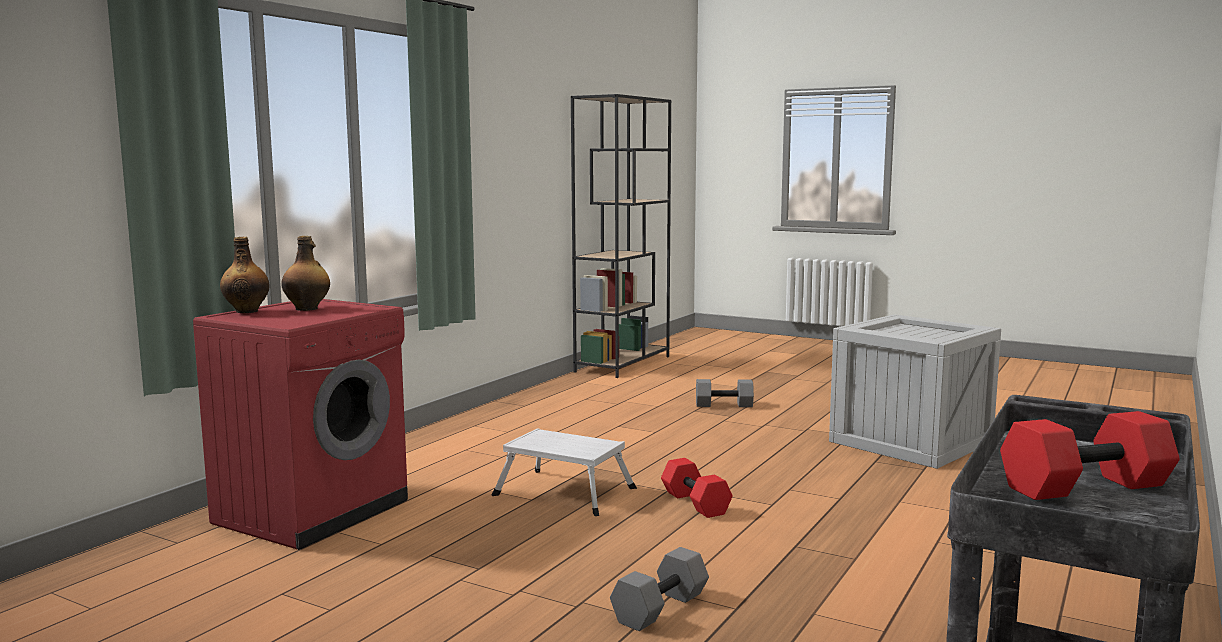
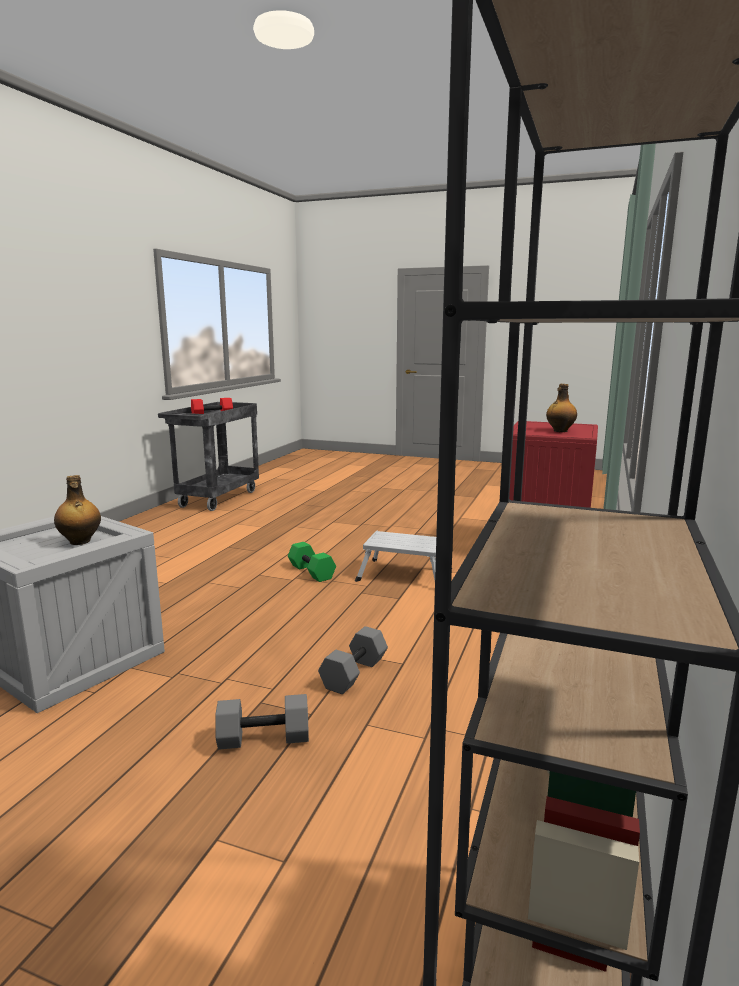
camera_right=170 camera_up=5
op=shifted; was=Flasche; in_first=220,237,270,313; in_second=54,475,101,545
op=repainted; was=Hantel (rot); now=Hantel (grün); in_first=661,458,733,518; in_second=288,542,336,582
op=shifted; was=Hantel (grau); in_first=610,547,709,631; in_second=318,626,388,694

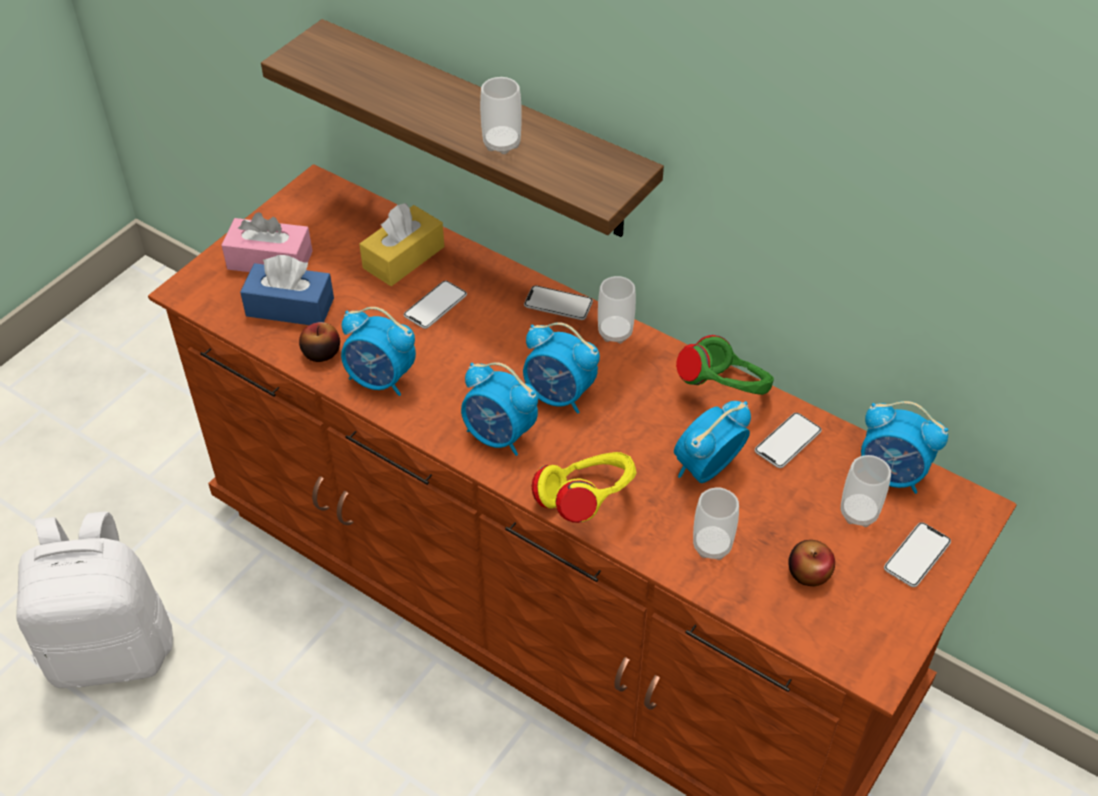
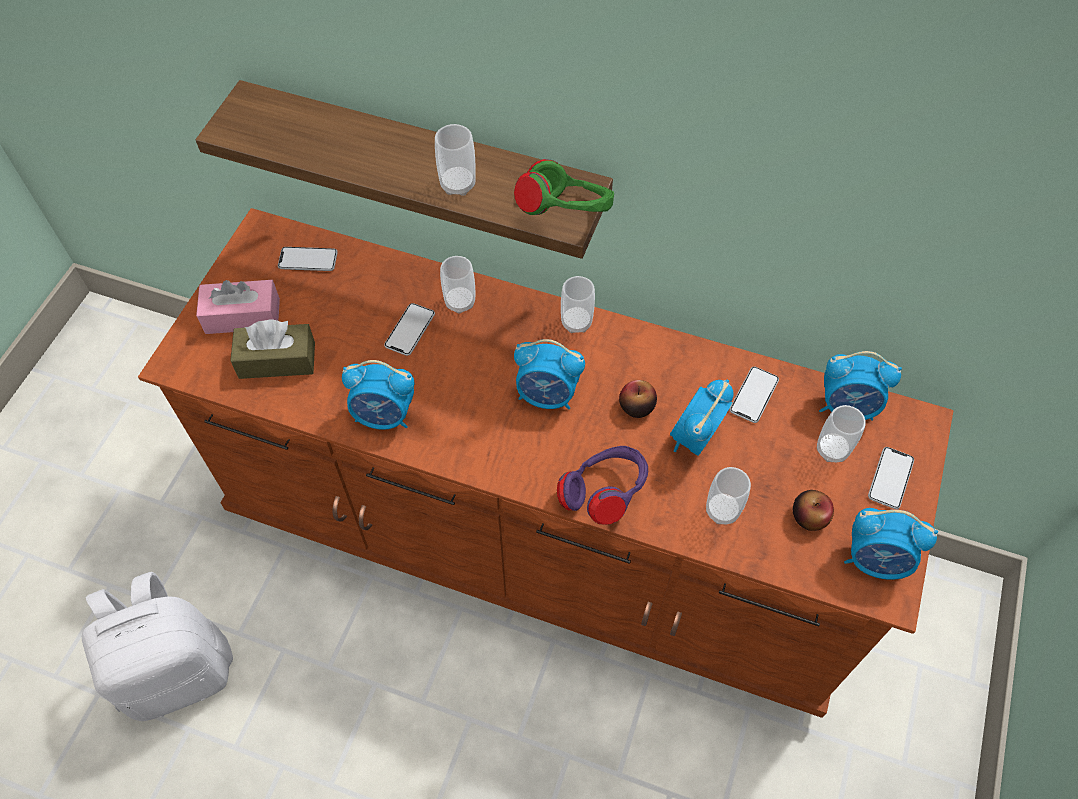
camera_right=-15 camera_up=10
op=repainted; was=Taschentuchbox (blau); now=Taschentuchbox (braun); in_first=240,255,334,325; in_second=230,319,315,379
op=shifted; was=Handy; in_first=524,285,593,320; in_second=278,247,338,271
op=new; now=Tasse; in_second=440,256,475,314
op=shifted; was=Kopfhörer (grün); in_first=676,335,774,395; in_second=514,159,614,215
op=repainted; was=Kopfhörer (gelb); now=Kopfhörer (lila); in_first=532,452,637,523; in_second=557,446,648,525
op=shifted; was=Apfel; in_first=299,322,340,362; in_second=619,380,657,418
op=shifted; was=Wecker; in_first=461,362,538,456; in_second=844,508,938,580
op=gone; was=Taschentuchbox (gelb); in_first=359,203,444,286

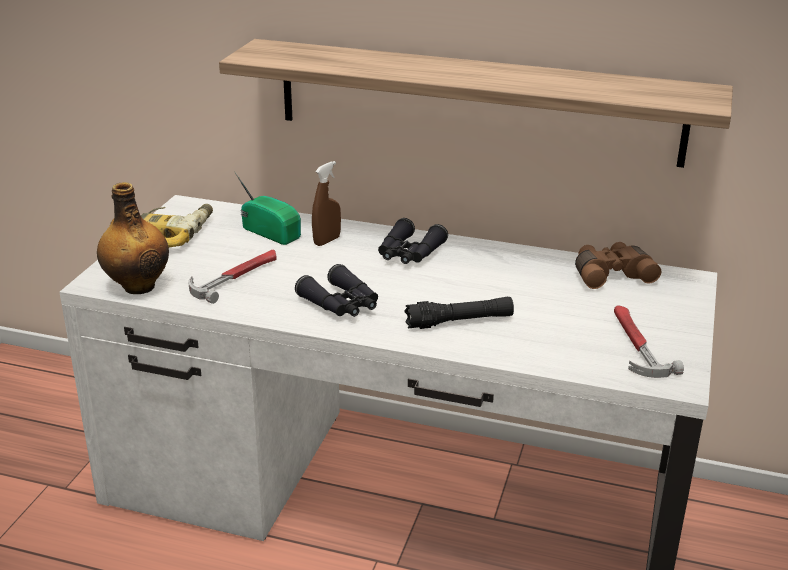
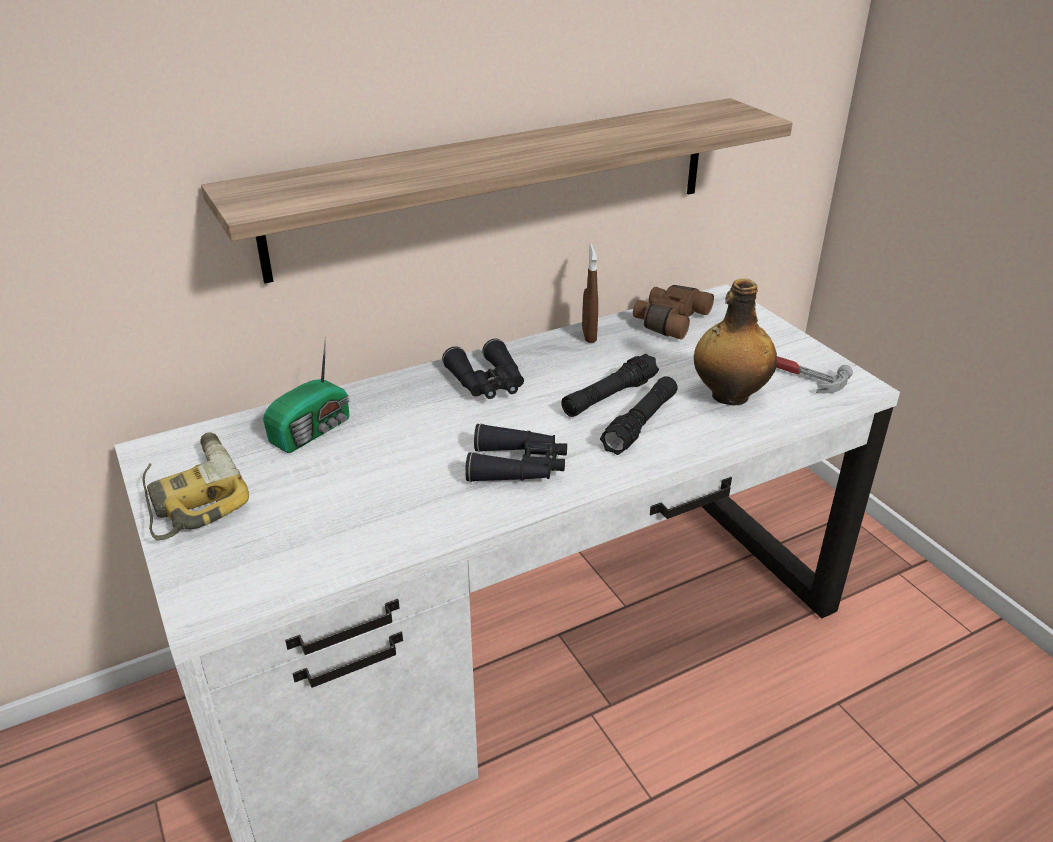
camera_right=-45 camera_up=5
op=rotated; was=Radio; in_first=234,171,301,245; in_second=263,337,349,453; clockwise=135
op=new; now=Taschenlampe (schwarz); in_second=561,353,659,417
op=shifted; was=Sprühflasche (braun); in_first=312,161,341,246; in_second=582,244,598,343
op=shifted; was=Flasche; in_first=97,182,169,294; in_second=694,279,777,405
op=gone; was=Hammer; in_first=188,250,277,304

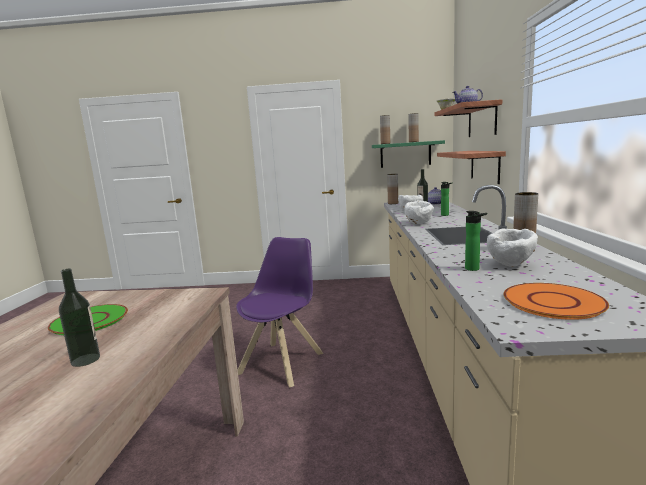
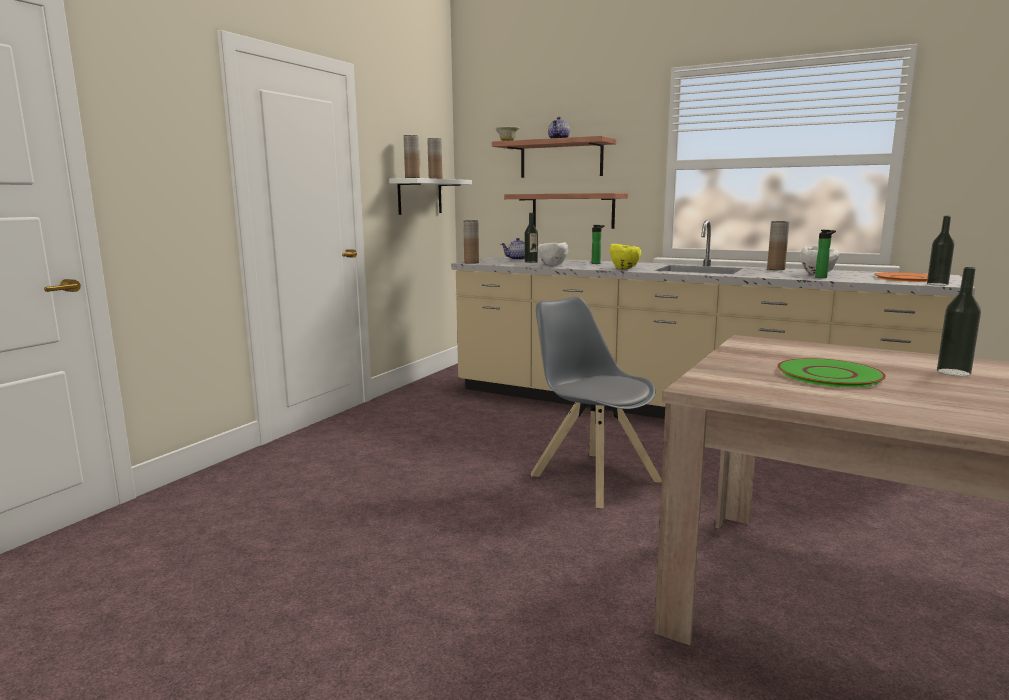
camera_right=-65 camera_up=0
op=repainted; was=Wandregal (grün); now=Wandregal (weiß); in_first=372,140,445,168; in_second=389,178,472,215
op=repainted; was=Stuhl (lila); now=Stuhl (grau); in_first=236,237,323,388; in_second=531,296,662,508
op=repainted; was=Schüssel (weiß); now=Schüssel (gelb); in_first=404,201,434,224; in_second=610,244,641,270
op=new; now=Flasche; in_second=927,216,955,286

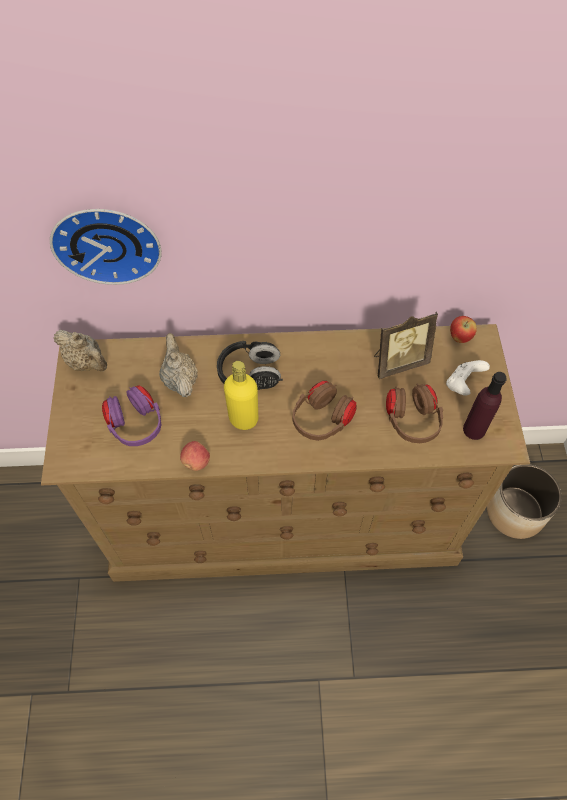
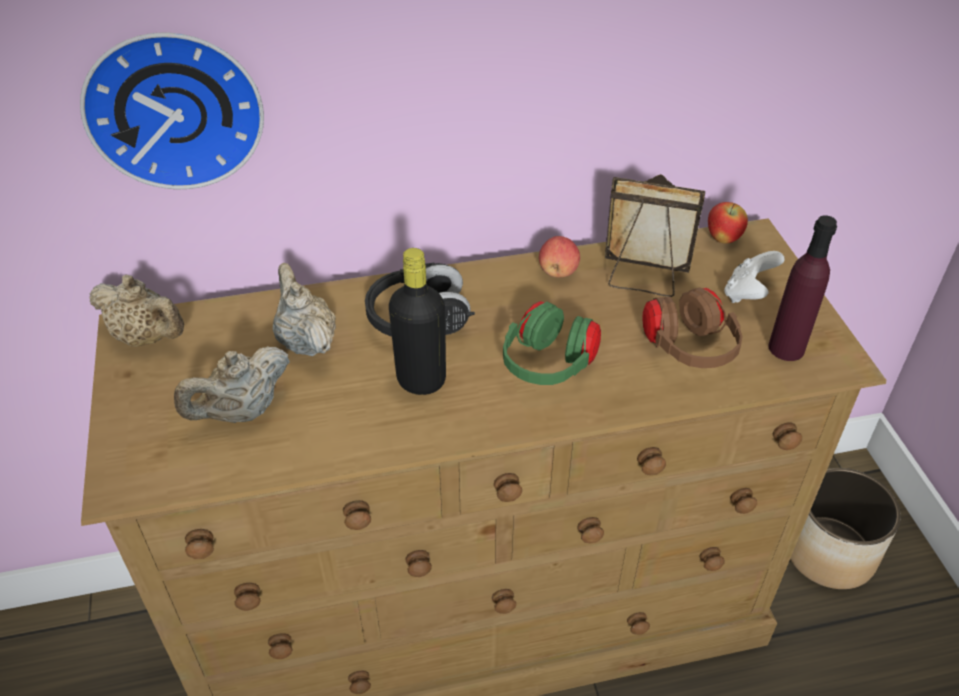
camera_right=-10 camera_up=-15
op=swapped; was=Kopfhörer (lila); now=Teekanne (beige); in_first=102,385,162,446; in_second=174,346,290,423
op=repainted; was=Flasche (gelb); now=Flasche (schwarz); in_first=224,361,258,430; in_second=389,248,446,395
op=repainted; was=Kopfhörer (braun); now=Kopfhörer (grün); in_first=293,381,357,441; in_second=503,301,601,385
op=shifted; was=Apfel; in_first=180,441,210,471; in_second=539,236,580,277
op=rotated; was=Bilderrahmen; in_first=374,312,438,379; in_second=605,174,705,297; clockwise=-135

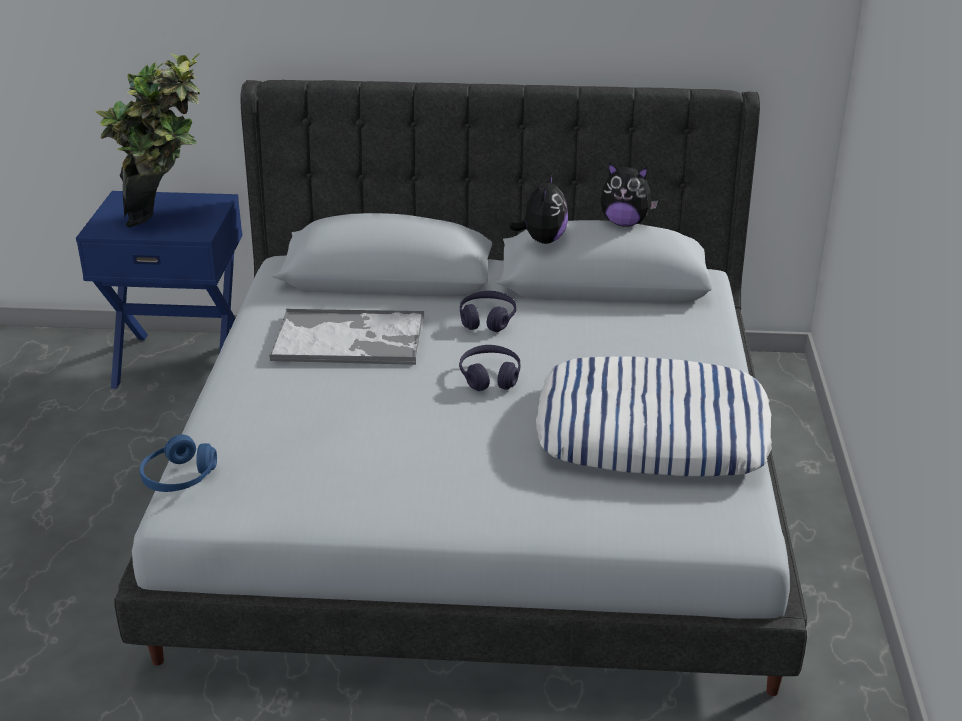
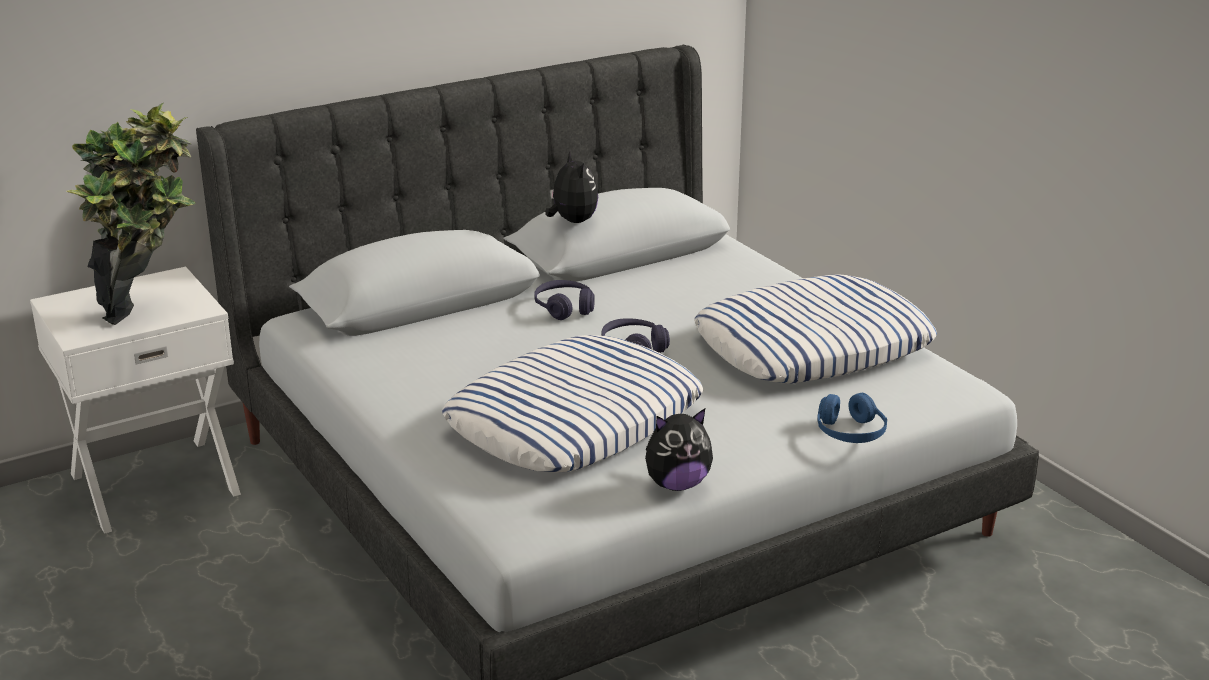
camera_right=-35 camera_up=-5
op=repainted; was=Nachttisch (blau); now=Nachttisch (weiß); in_first=76,191,243,389; in_second=30,267,241,534
op=new; now=Kissen; in_second=442,335,703,473
op=shifted; was=Plüschtier; in_first=601,163,658,227; in_second=645,408,713,491
op=shifted; was=Kopfhörer (blau); in_first=140,435,217,492; in_second=817,393,887,443
op=gone; was=Tablett; in_first=269,309,424,365

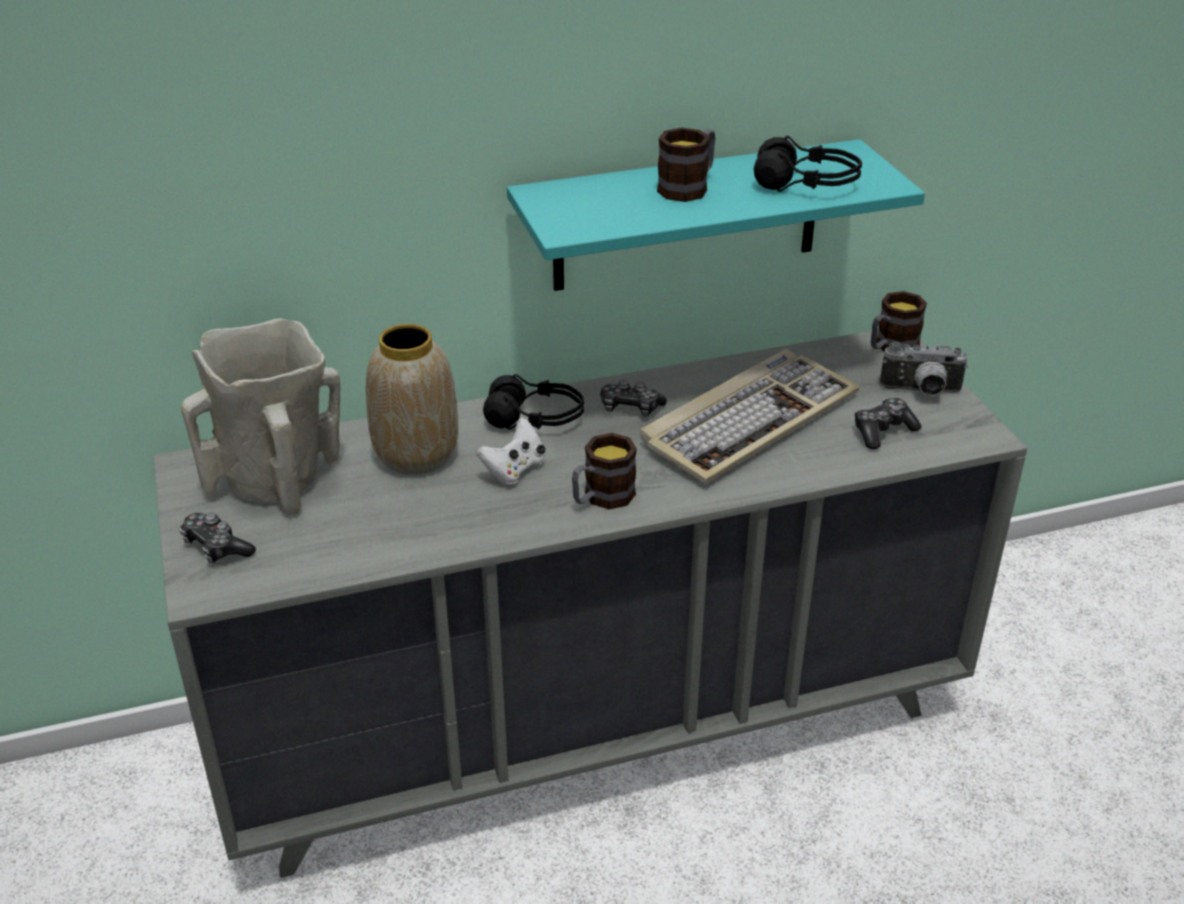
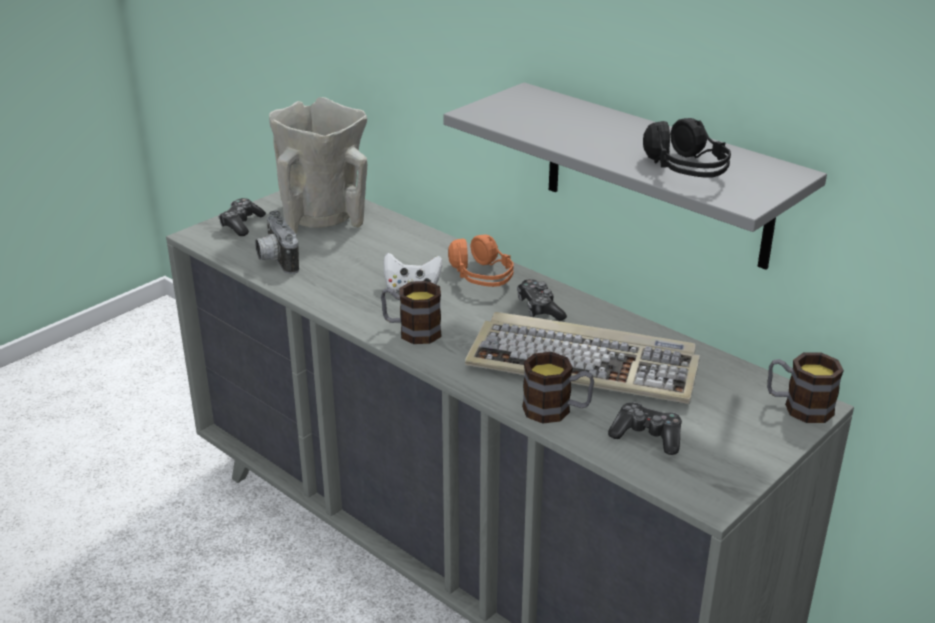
camera_right=60 camera_up=-5
op=shifted; was=Kamera; in_first=880,341,968,396; in_second=255,211,299,274
op=repainted; was=Wandregal (türkis); now=Wandregal (grau); in_first=507,139,925,291; in_second=443,82,827,270
op=repainted; was=Kopfhörer (schwarz); now=Kopfhörer (orange); in_first=483,374,584,430; in_second=448,234,514,287
op=shifted; was=Henkelbecher; in_first=657,128,716,202; in_second=522,352,594,424
op=gone; was=Vase; in_first=366,324,458,475

